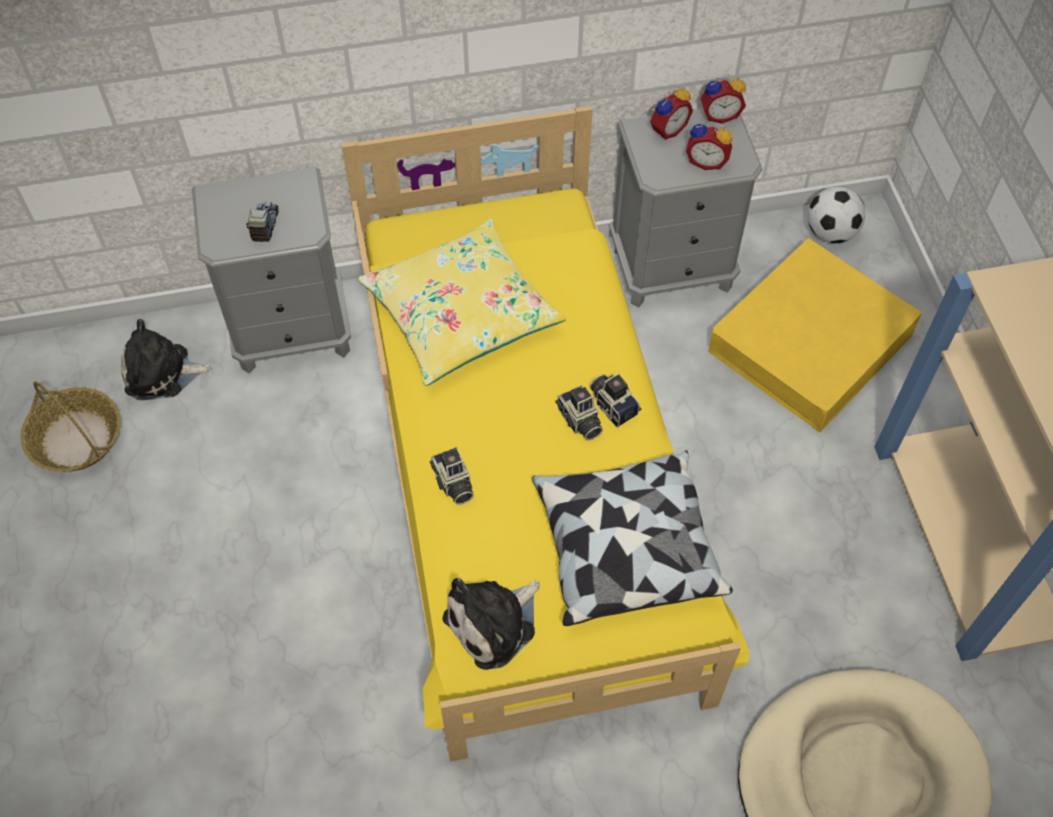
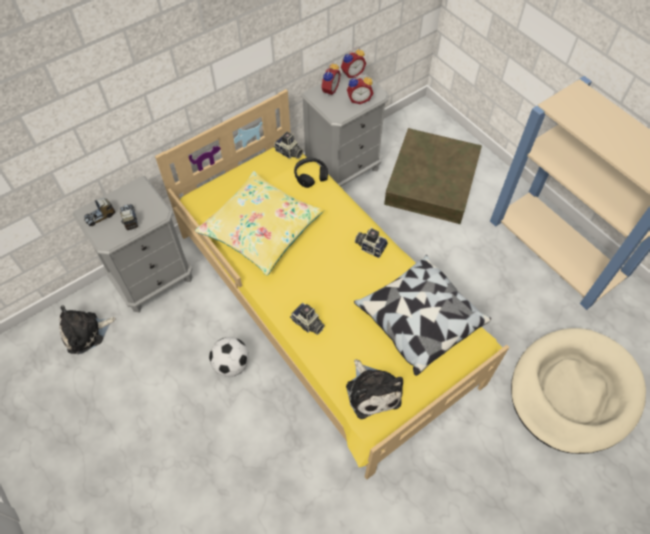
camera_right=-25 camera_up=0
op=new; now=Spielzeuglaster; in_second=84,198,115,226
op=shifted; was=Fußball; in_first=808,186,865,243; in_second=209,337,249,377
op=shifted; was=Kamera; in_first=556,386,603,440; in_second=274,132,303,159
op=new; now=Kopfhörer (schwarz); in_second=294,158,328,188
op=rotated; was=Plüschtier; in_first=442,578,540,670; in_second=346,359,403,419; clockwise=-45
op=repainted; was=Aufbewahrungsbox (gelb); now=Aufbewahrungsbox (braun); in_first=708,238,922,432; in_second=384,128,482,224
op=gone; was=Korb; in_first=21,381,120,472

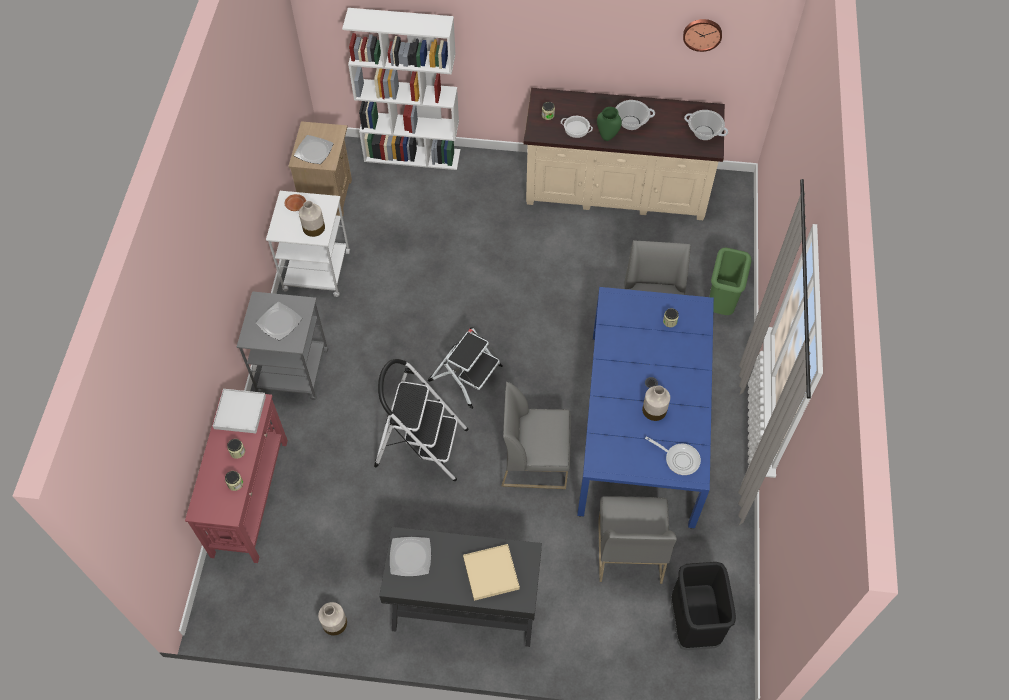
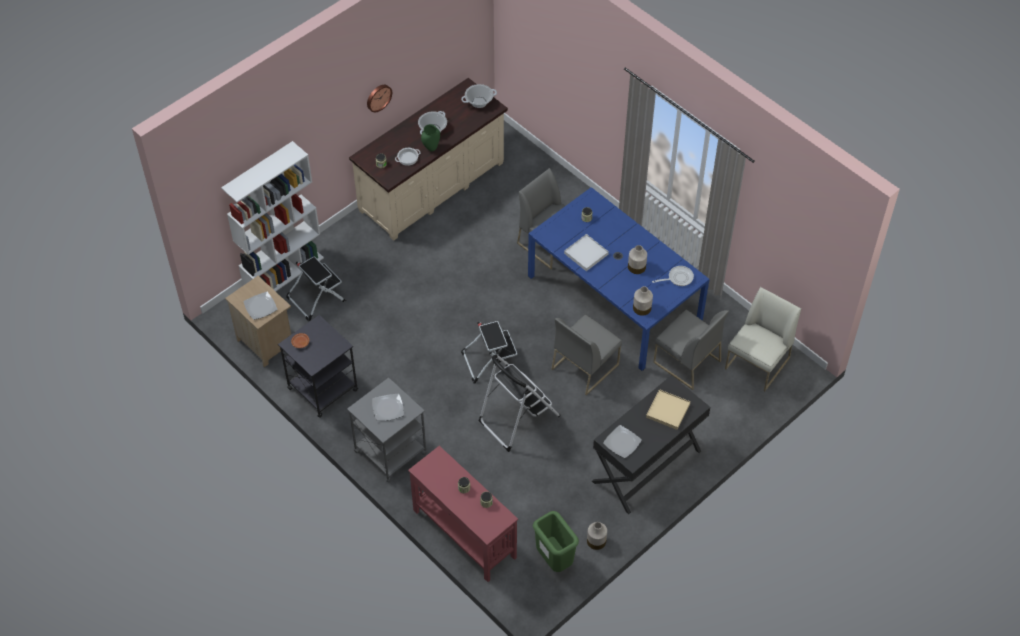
camera_right=-50 camera_up=-5
op=repainted; was=Rollwagen (weiß); now=Rollwagen (schwarz); in_first=266,191,350,297; in_second=278,315,358,417
op=new; now=Trittleiter; in_second=286,256,346,321
op=shifted; was=Wanduhr; in_first=683,19,722,52; in_second=367,85,392,112
op=shifted; was=Mülleimer (grün); in_first=709,247,751,315; in_second=533,511,579,572
op=shifted; was=Tablett (weiß); in_first=213,389,266,433; in_second=564,234,609,271
op=shifted; was=Vase (beige); in_first=299,201,325,237; in_second=633,286,653,316
op=swapped; was=Mülleimer (schwarz); now=Stuhl (weiß); in_first=671,562,736,650; in_second=725,287,801,391

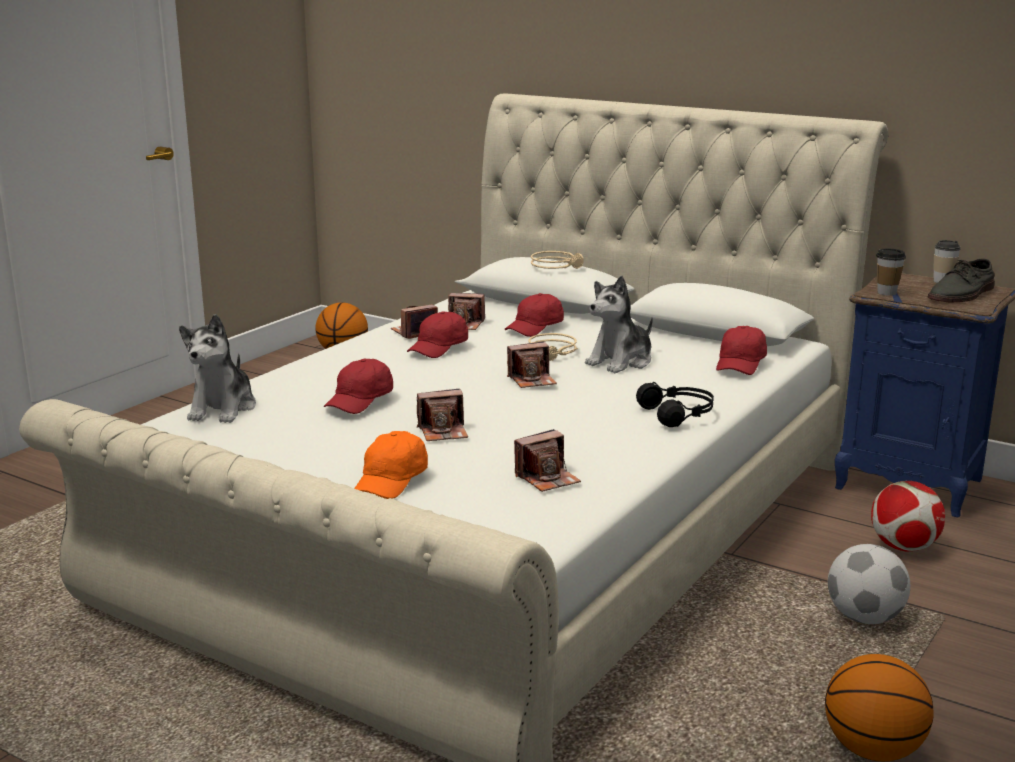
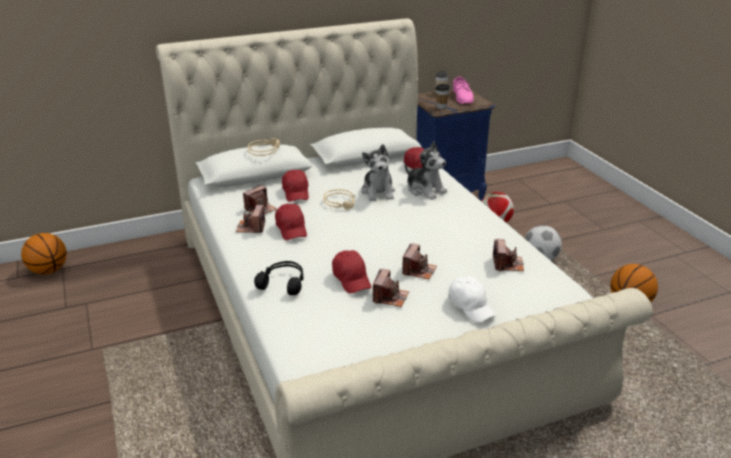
camera_right=-55 camera_up=10
op=shifted; was=Kopfhörer (schwarz); in_first=636,382,714,427; in_second=254,261,304,295
op=shifted; was=Kamera; in_first=507,342,557,388; in_second=373,269,409,307
op=shifted; was=Plüschtier; in_first=179,314,256,423; in_second=405,142,447,200
op=repainted; was=Kappe (orange); now=Kappe (weiß); in_first=354,431,428,499; in_second=448,276,496,323
op=repainted; was=Schuh (grau); now=Schuh (rosa); in_first=928,259,995,302; in_second=453,76,473,104

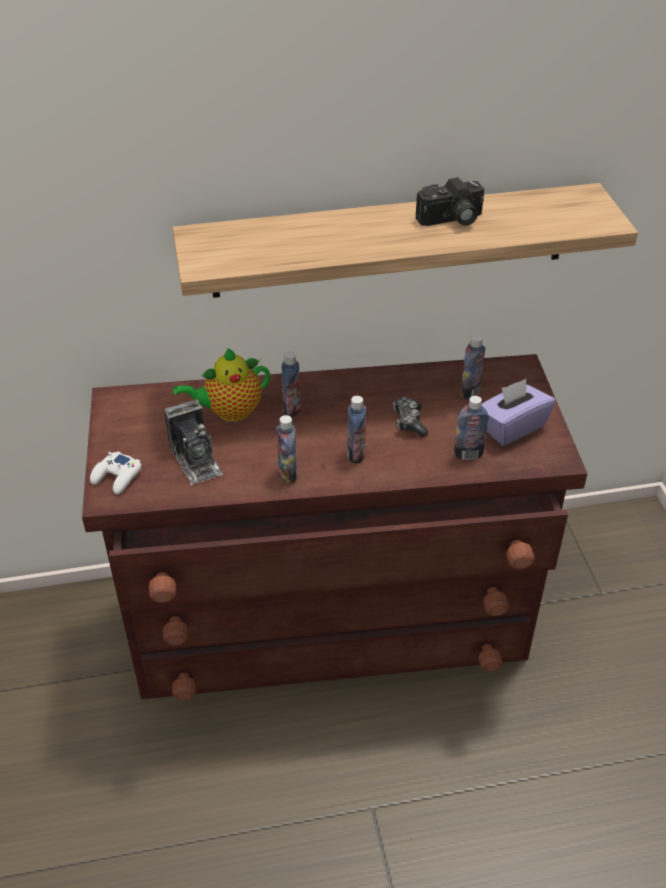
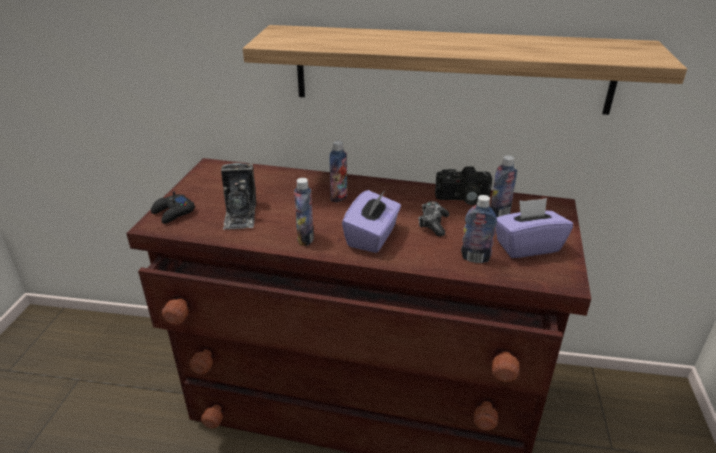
camera_right=20 camera_up=-10
op=repainted; was=Gamepad (weiß); now=Gamepad (schwarz); in_first=90,451,141,495; in_second=151,192,195,224
op=swapped; was=Flasche; now=Taschentuchbox (lila); in_first=347,396,366,463; in_second=342,190,401,253
op=shifted; was=Kamera; in_first=416,177,484,226; in_second=435,167,492,205
op=gone; was=Teekanne; in_first=173,348,270,422

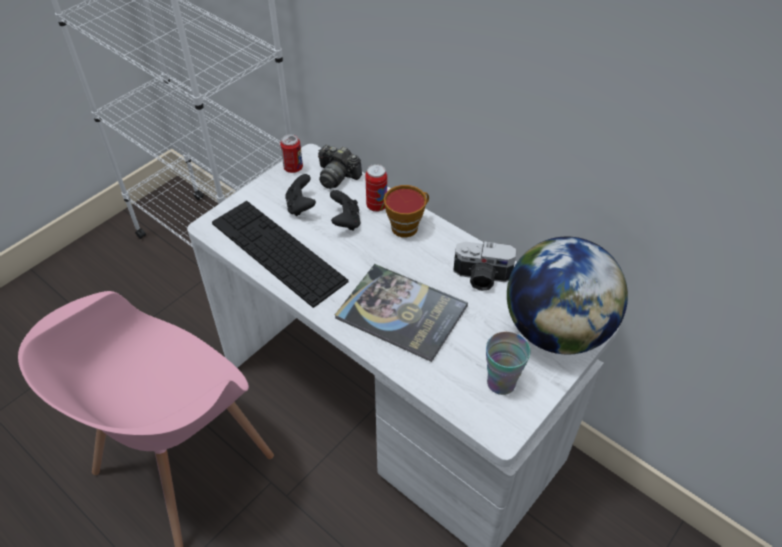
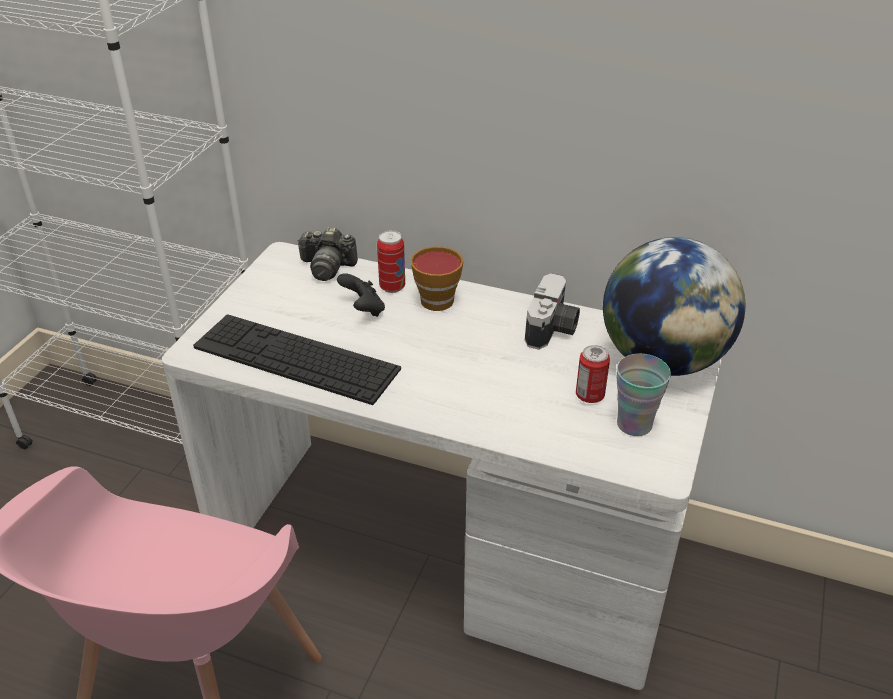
camera_right=-20 camera_up=-10
op=rotated; was=Kamera; in_first=453,241,517,291; in_second=525,273,580,350; clockwise=-60
op=shifted; was=Dose; in_first=280,134,303,173; in_second=576,345,610,403
op=gone; was=Gamepad (schwarz); in_first=285,174,316,216
op=gone; was=Buch; in_first=335,264,468,362

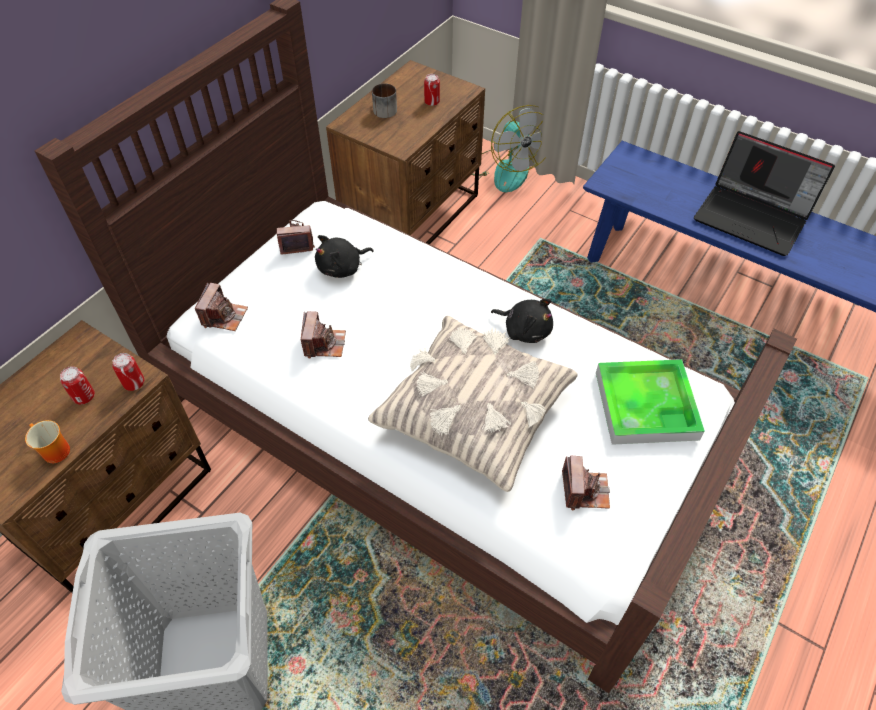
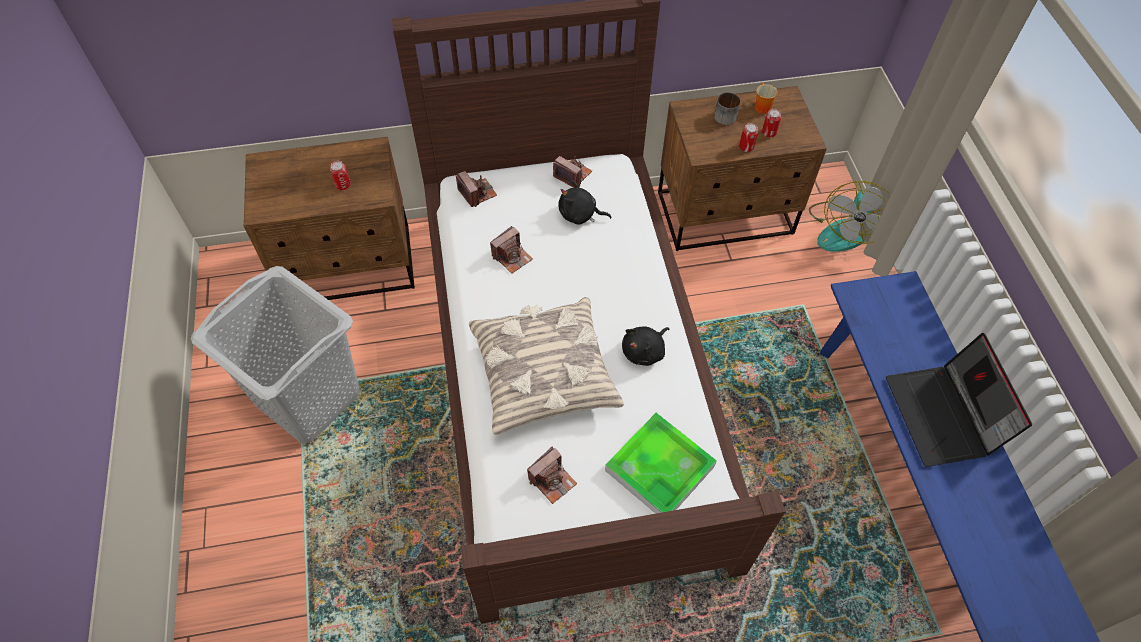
camera_right=45 camera_up=5
op=rotated; was=Kamera; in_first=195,282,248,331; in_second=456,171,497,207; clockwise=-90
op=rotated; was=Plüschtier (schwarz); in_first=491,299,553,343; in_second=622,327,670,366; clockwise=60
op=shifted; was=Dose; in_first=112,353,145,391; in_second=739,123,758,152
op=shifted; was=Henkelbecher; in_first=25,420,70,463; in_second=755,83,778,114

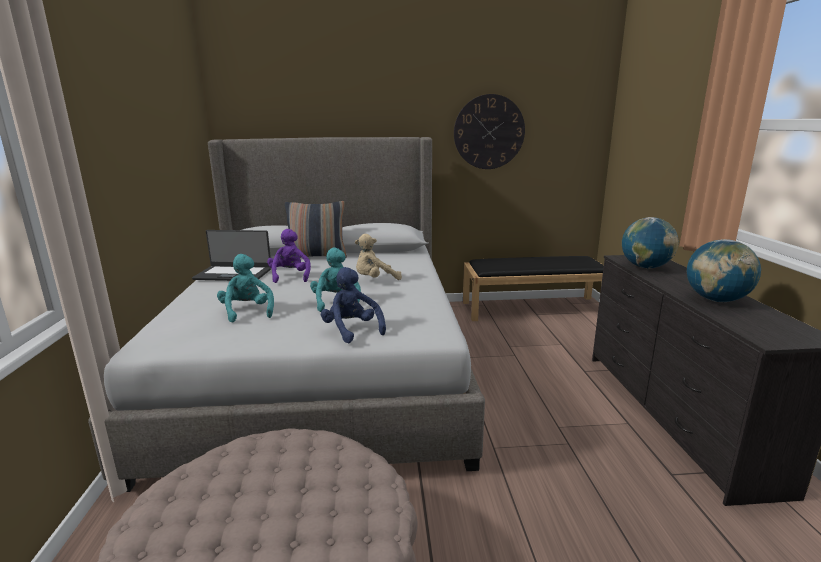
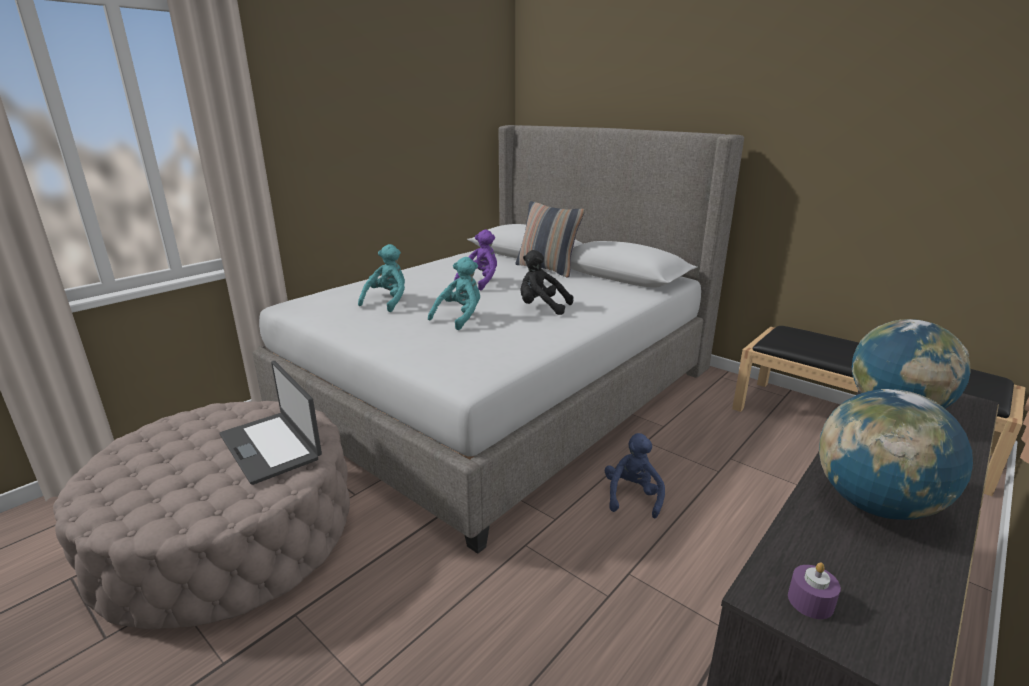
camera_right=45 camera_up=5
op=shifted; was=Laptop; in_first=192,230,271,281; in_second=219,361,322,485
op=repainted; was=Plüschtier (beige); now=Plüschtier (schwarz); in_first=355,234,402,280; in_second=520,250,573,315
op=shifted; was=Plüschtier (blau); in_first=321,267,386,343; in_second=605,433,665,518
op=new; now=Kerze (lila); in_second=788,562,841,619
op=gone; was=Wanduhr; in_first=454,94,525,169

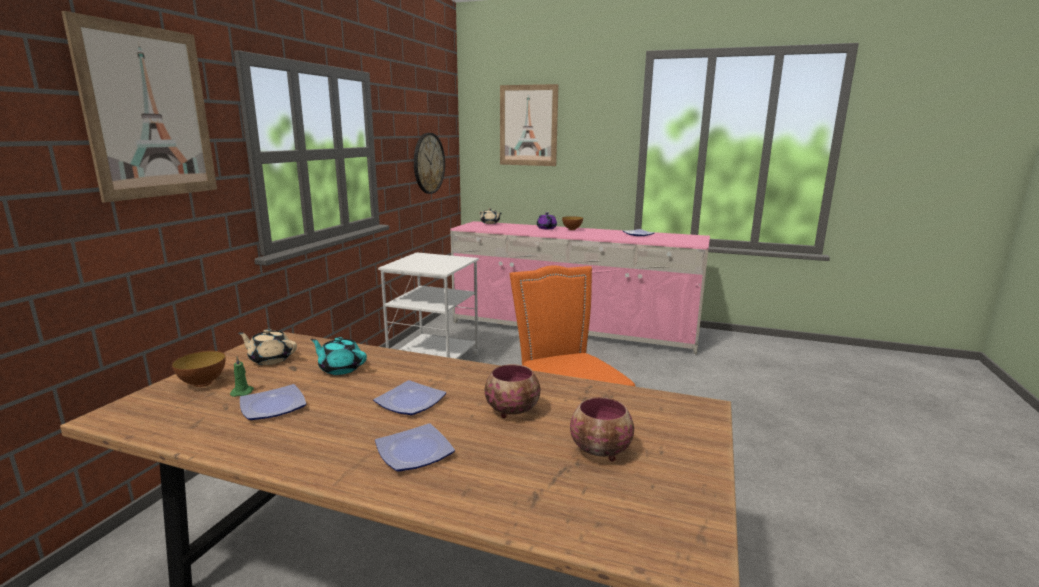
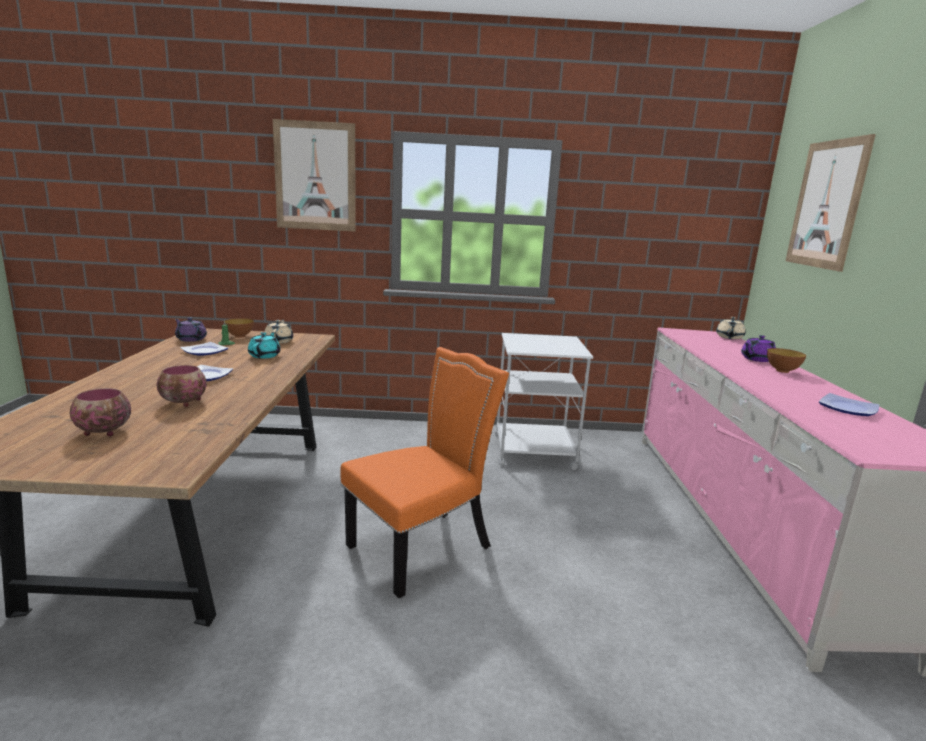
camera_right=70 camera_up=0
op=new; now=Teekanne (lila); in_second=175,317,207,342
op=gone; was=Teller; in_first=375,423,455,472
op=gone; was=Wanduhr; in_first=414,133,445,194

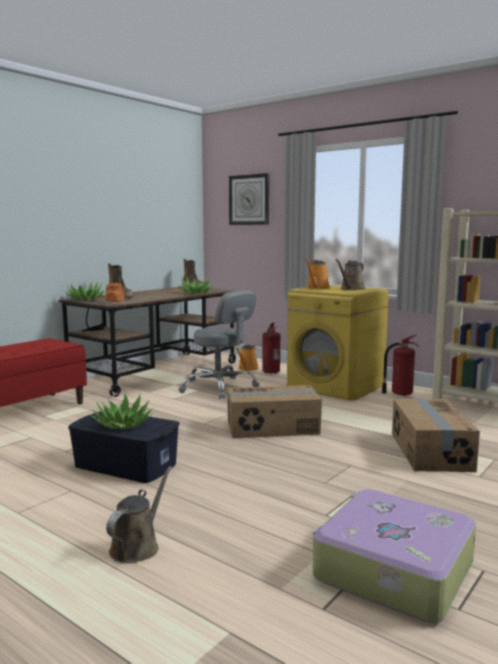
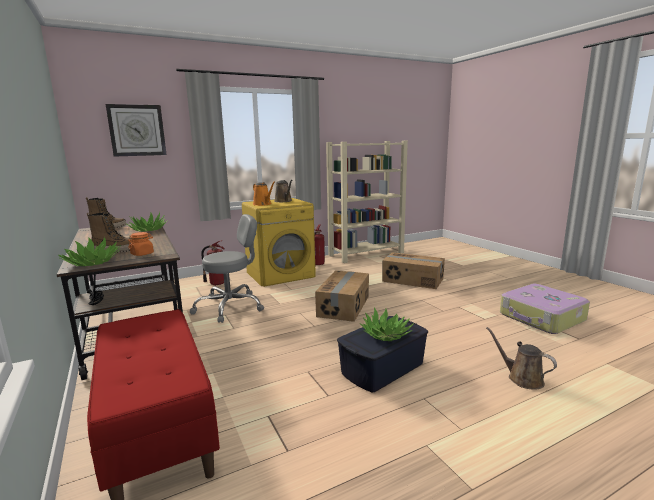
camera_right=-65 camera_up=5
op=gone; was=Gießkanne (orange); in_first=236,345,259,371

